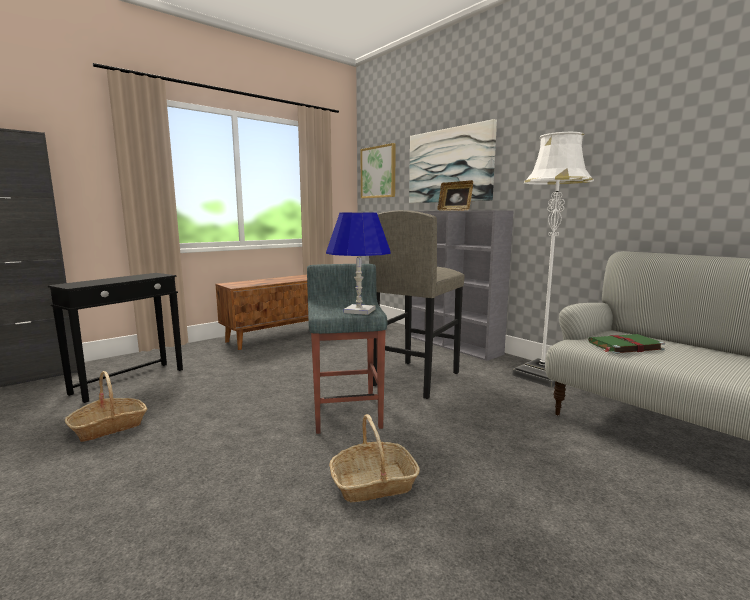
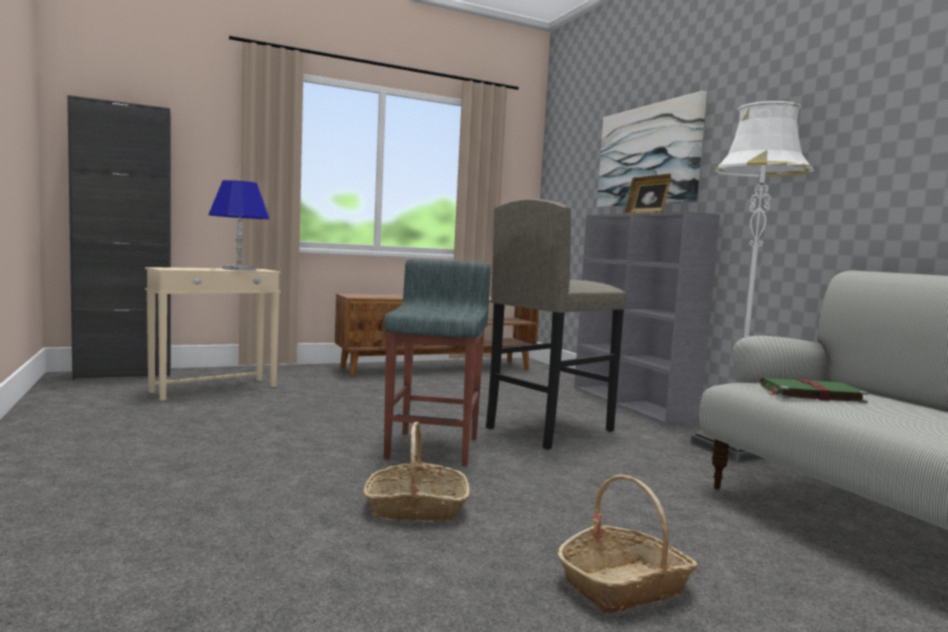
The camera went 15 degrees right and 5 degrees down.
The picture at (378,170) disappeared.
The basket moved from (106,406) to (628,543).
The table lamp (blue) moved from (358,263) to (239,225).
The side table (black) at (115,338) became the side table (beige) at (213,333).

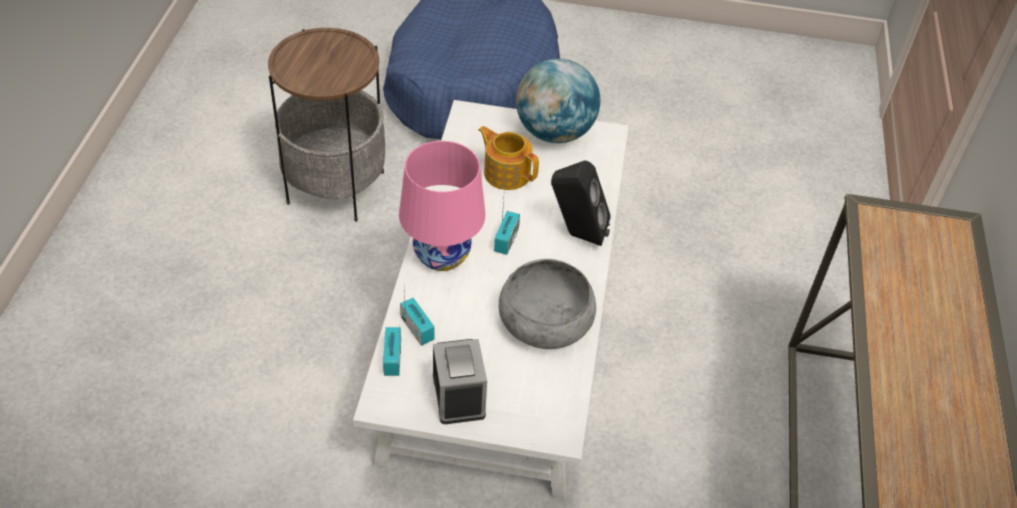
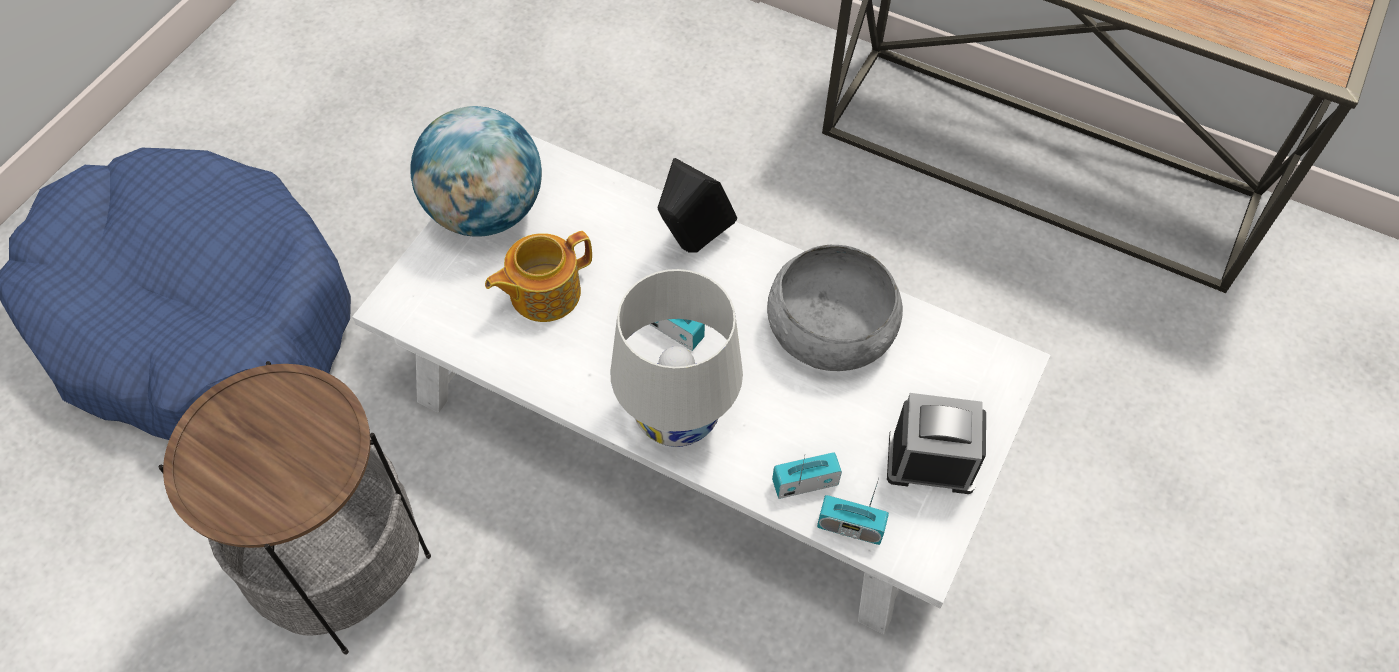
The camera went 70 degrees left and 10 degrees up.
The table lamp (pink) at (442,206) became the table lamp (white) at (676,358).

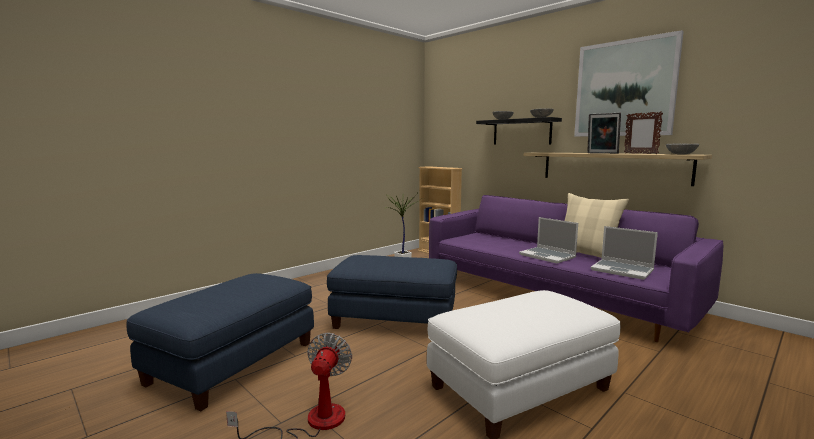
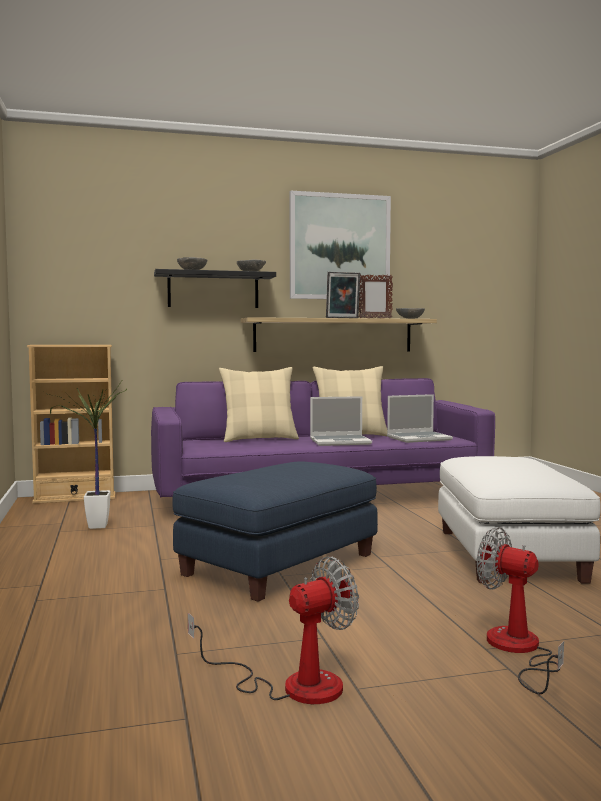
The camera went 60 degrees left and 5 degrees down.
The pillow (beige) at (259,404) appeared.
The ottoman (blue) at (220,342) was replaced by the fan at (273,630).

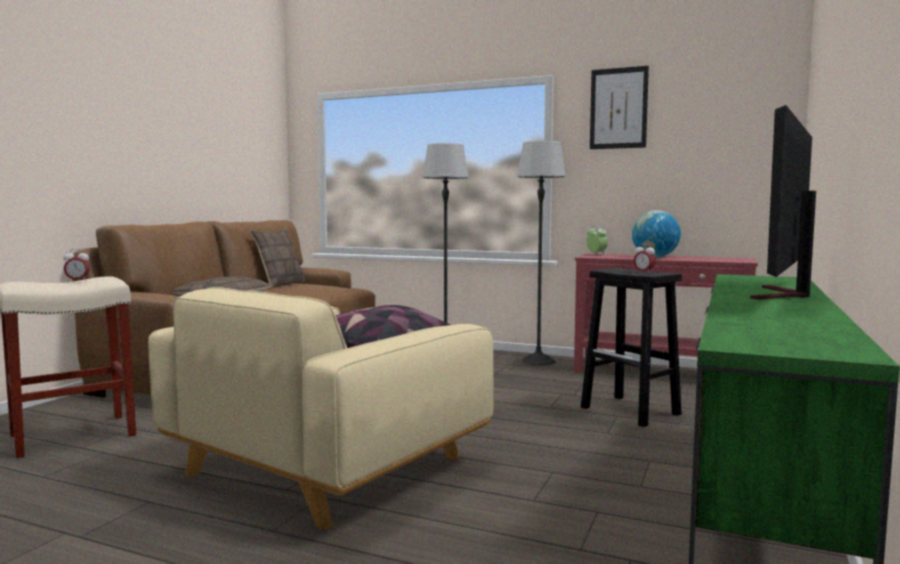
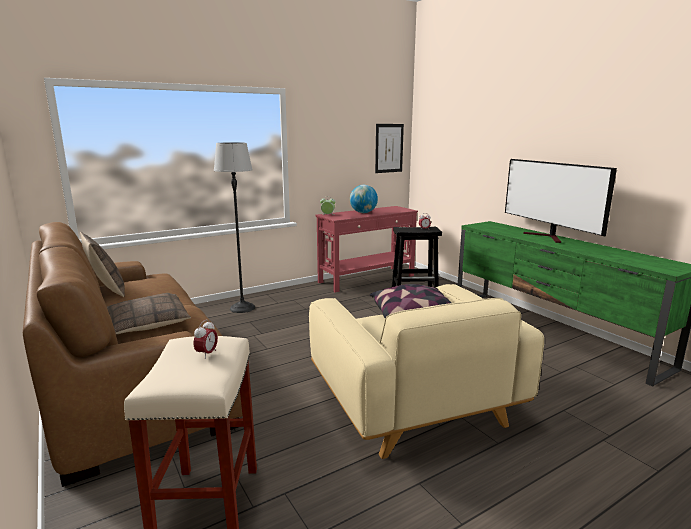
The camera went 55 degrees left and 10 degrees up.
The floor lamp at (541,253) disappeared.
The picture moved from (619,107) to (389,148).

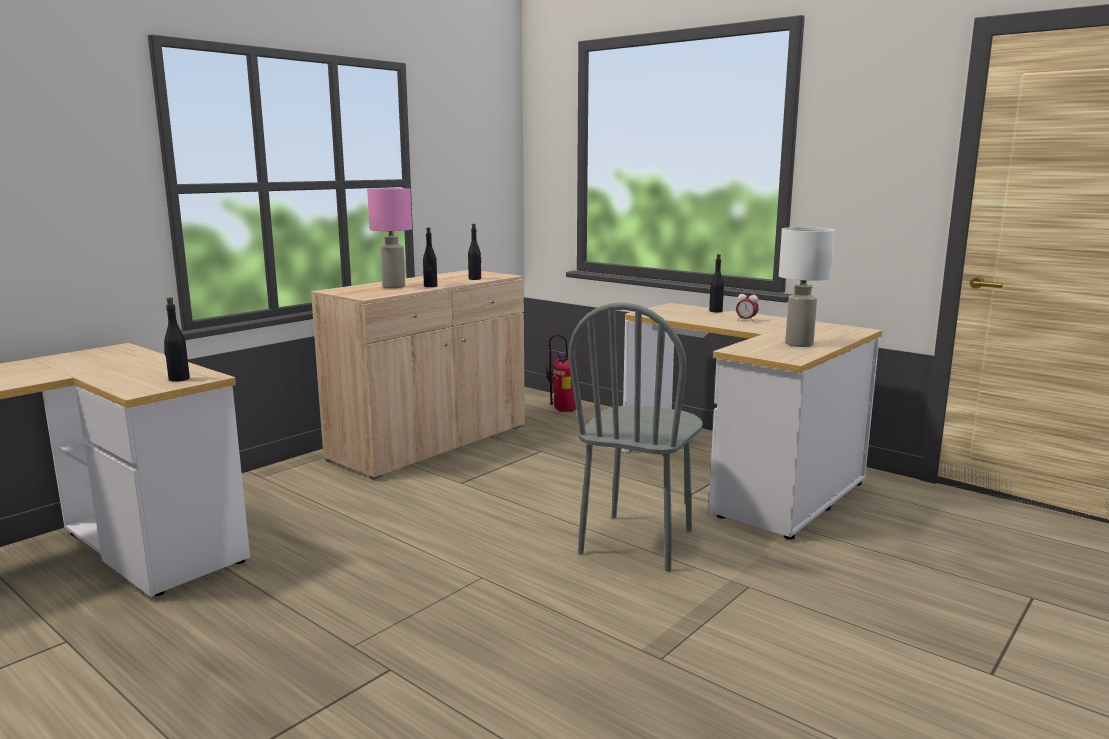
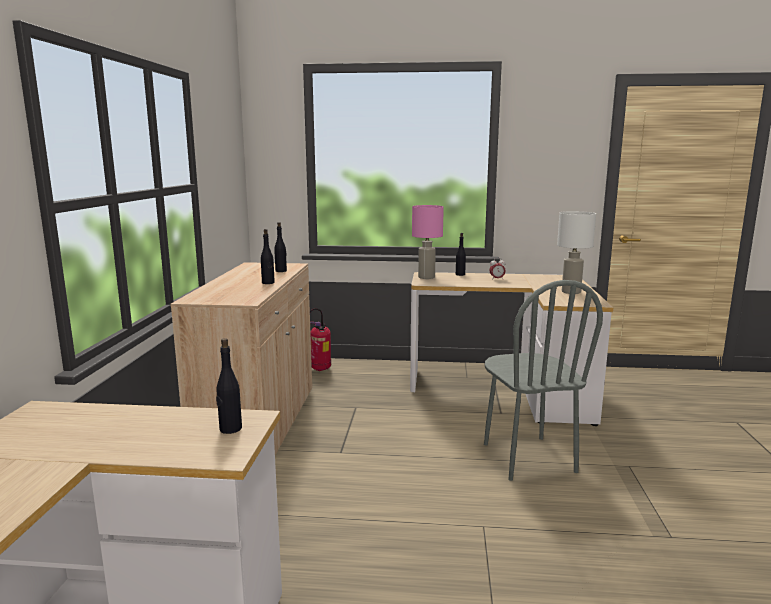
The camera went 35 degrees left and 0 degrees up.
The table lamp (pink) moved from (389,238) to (428,242).

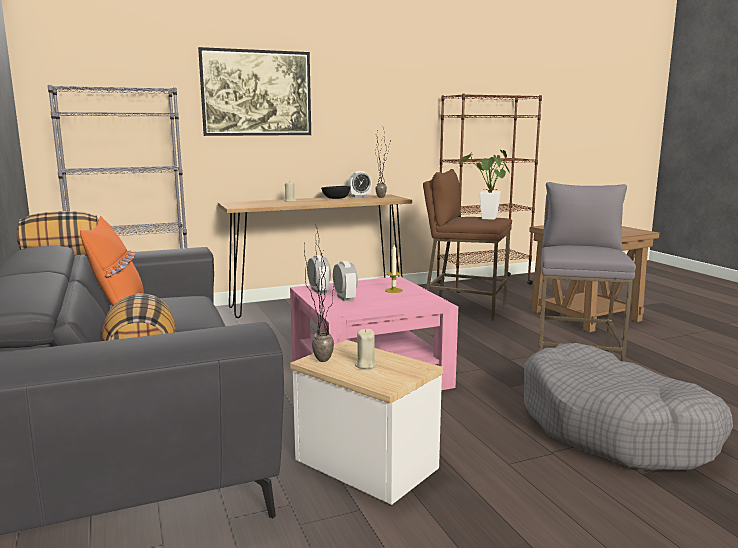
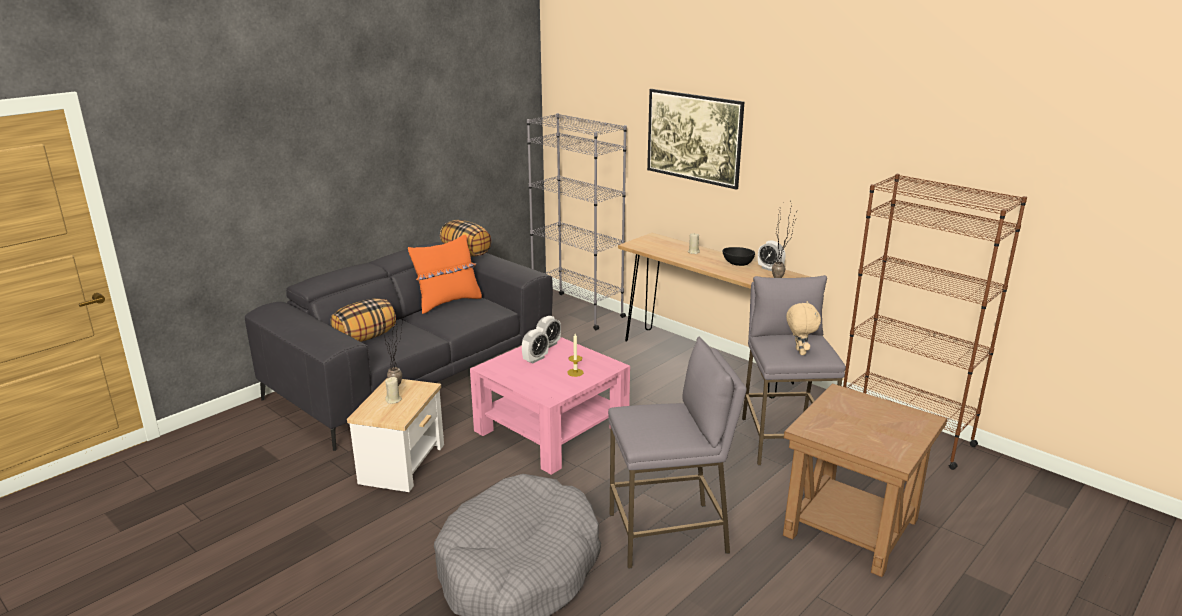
The camera went 65 degrees right and 10 degrees up.
The potted plant at (484,185) was replaced by the plush toy (beige) at (803,328).
The stool (brown) at (467,245) became the stool (grey) at (794,370).

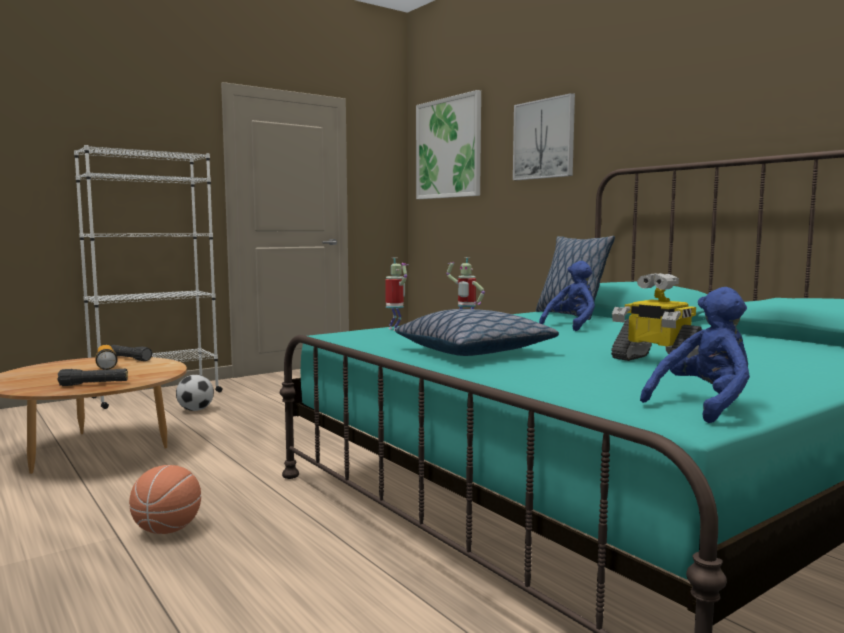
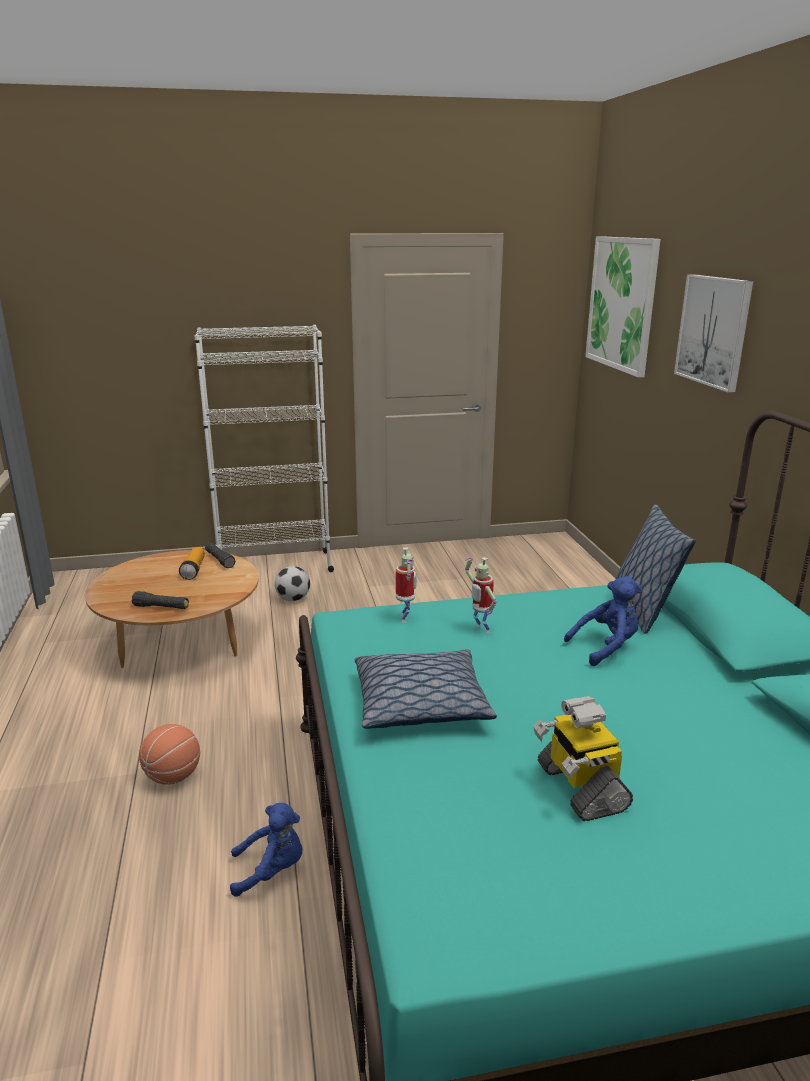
The camera went 25 degrees right and 15 degrees up.
The plush toy (blue) moved from (695,355) to (266,850).

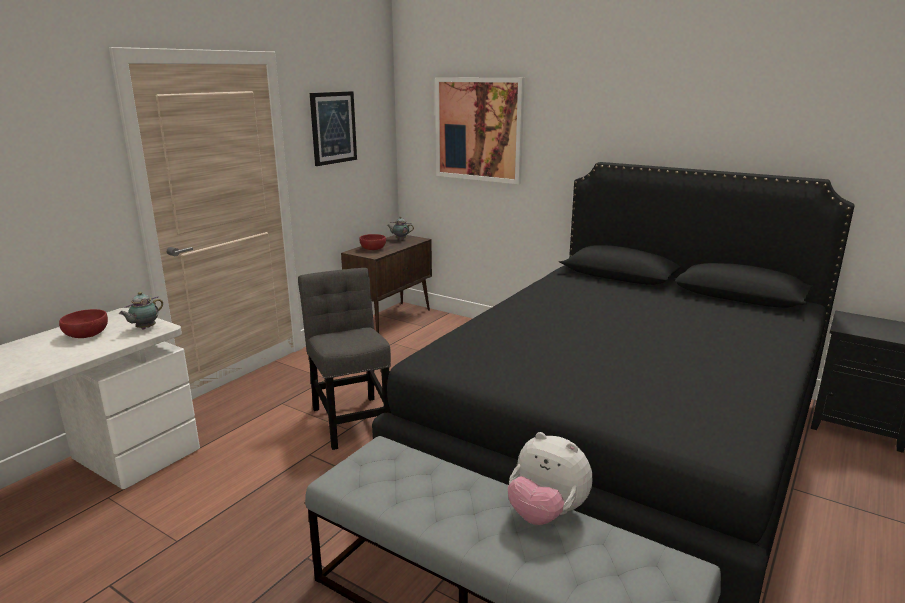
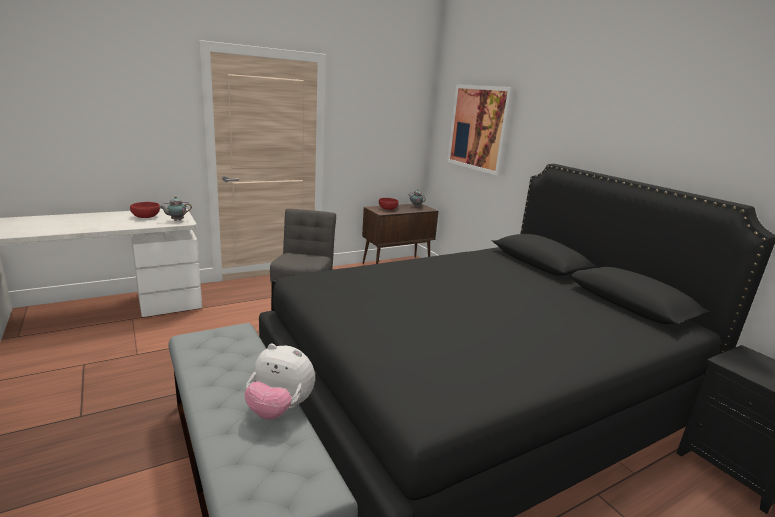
The camera went 25 degrees right and 0 degrees up.
The picture at (333,128) disappeared.
The plush toy at (549,478) turned 45 degrees counterclockwise.

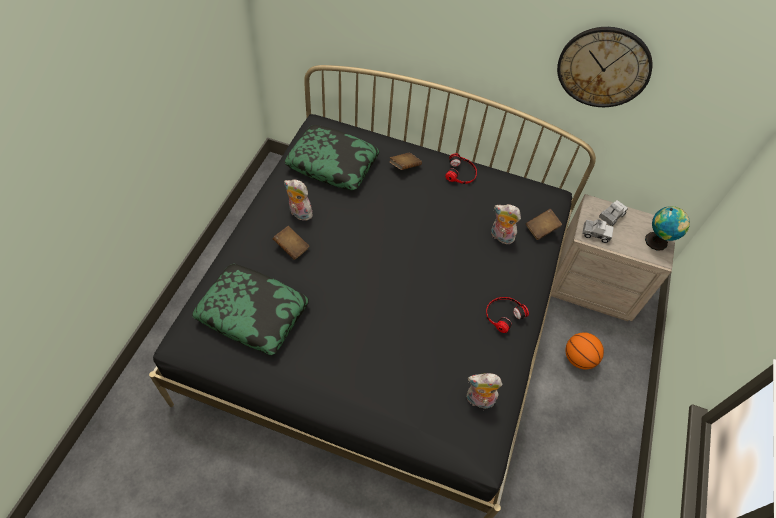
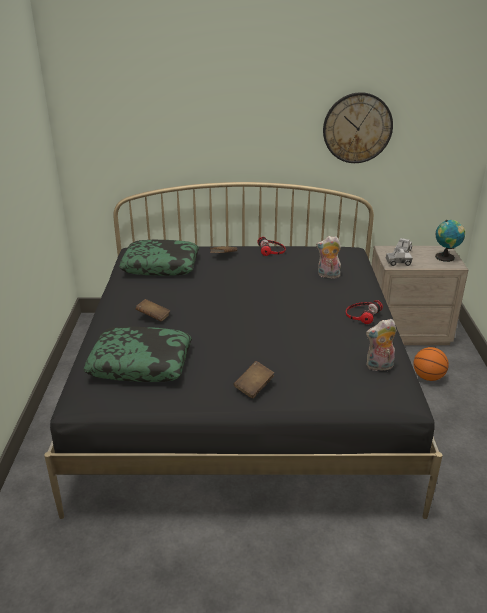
The camera went 15 degrees left and 25 degrees down.
The plush toy at (299,200) disappeared.
The book (brown) moved from (544,224) to (254,379).

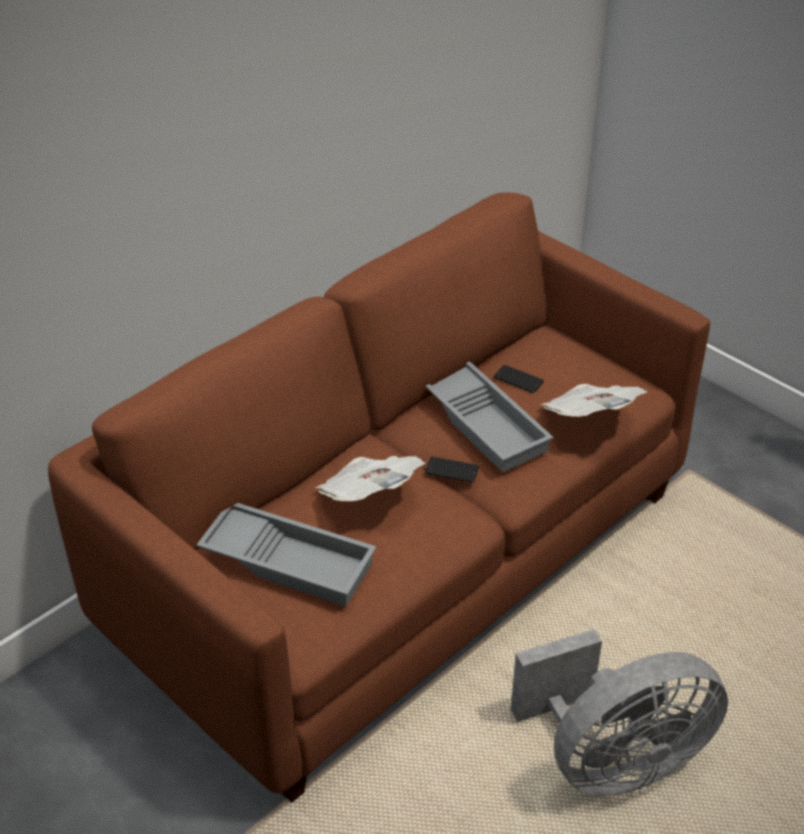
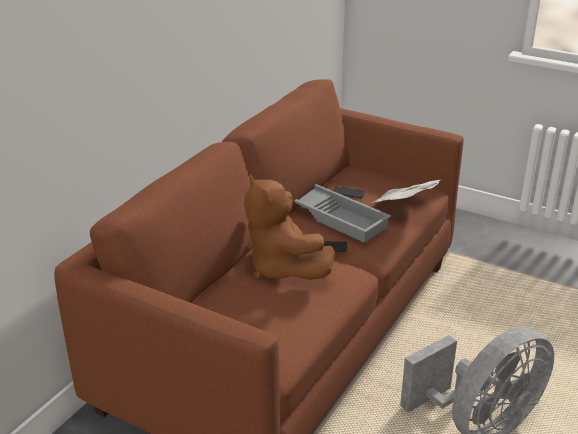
The camera went 15 degrees left and 10 degrees down.
The tray (grey) at (287,554) disappeared.
The newspaper at (370,478) was replaced by the plush toy (brown) at (289,227).

